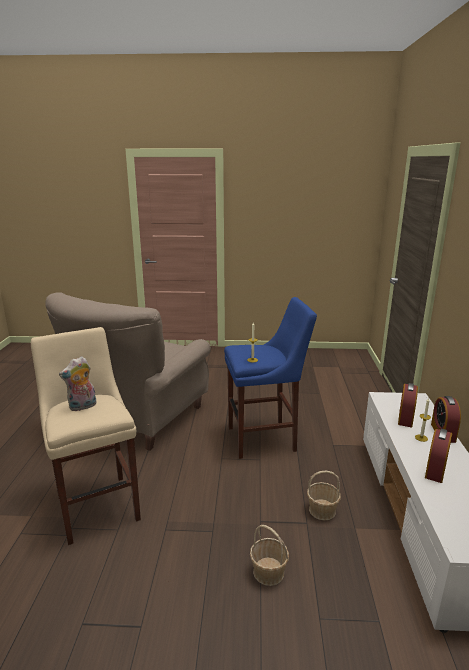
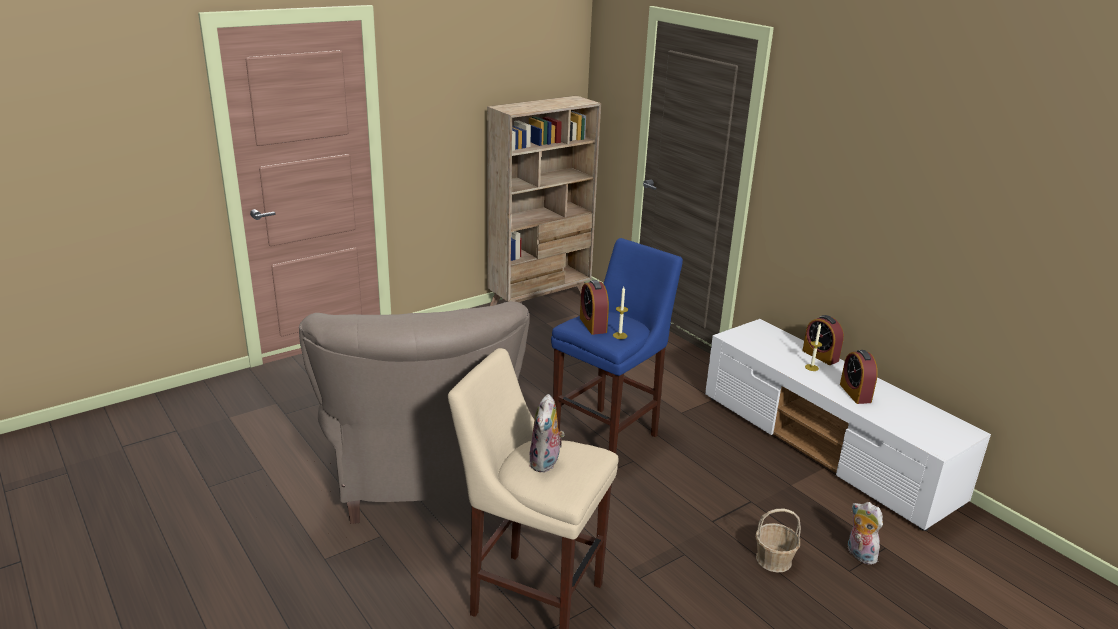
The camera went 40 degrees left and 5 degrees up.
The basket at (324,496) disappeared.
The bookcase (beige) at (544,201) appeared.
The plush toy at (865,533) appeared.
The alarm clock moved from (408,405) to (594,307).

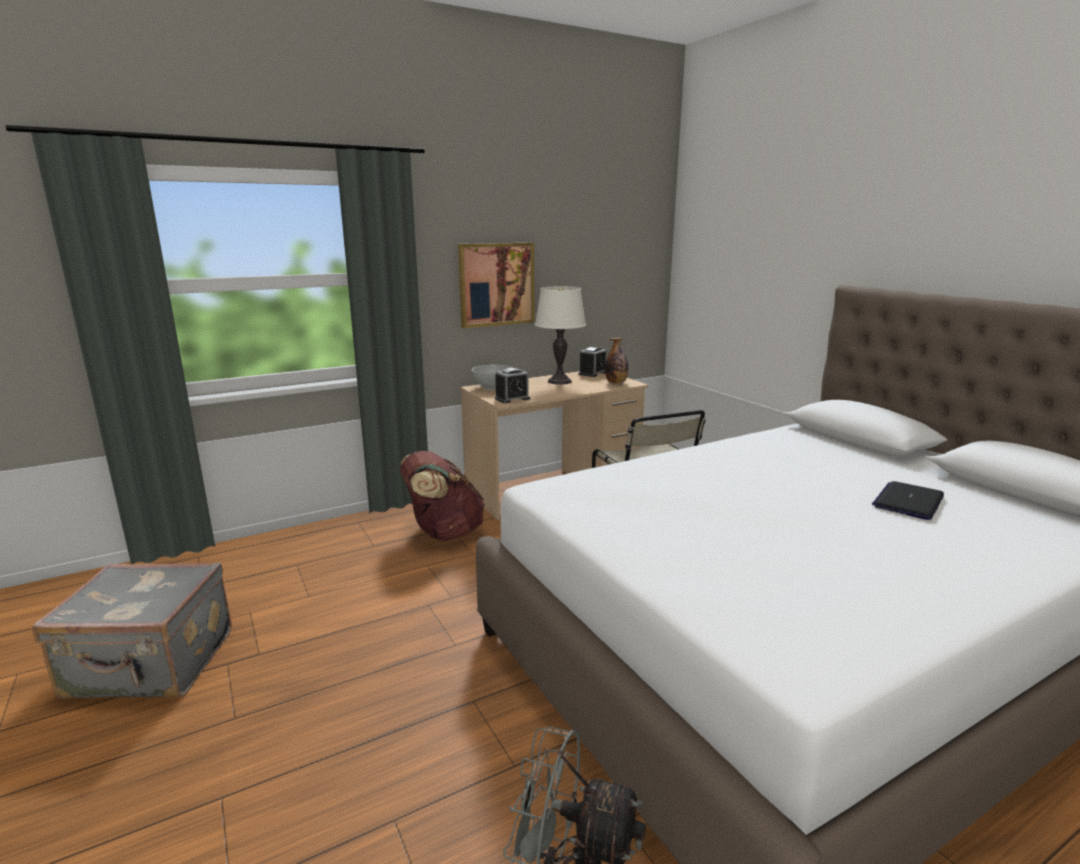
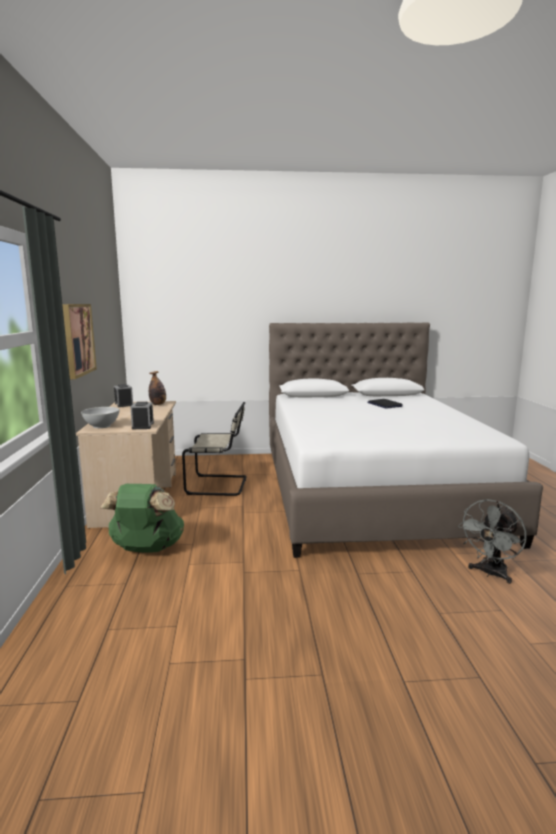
The camera went 65 degrees left and 5 degrees down.
The suitcase (grey) at (132,630) disappeared.
The table lamp (white) at (560,335) disappeared.
The backpack (brown) at (442,496) became the backpack (green) at (142,518).

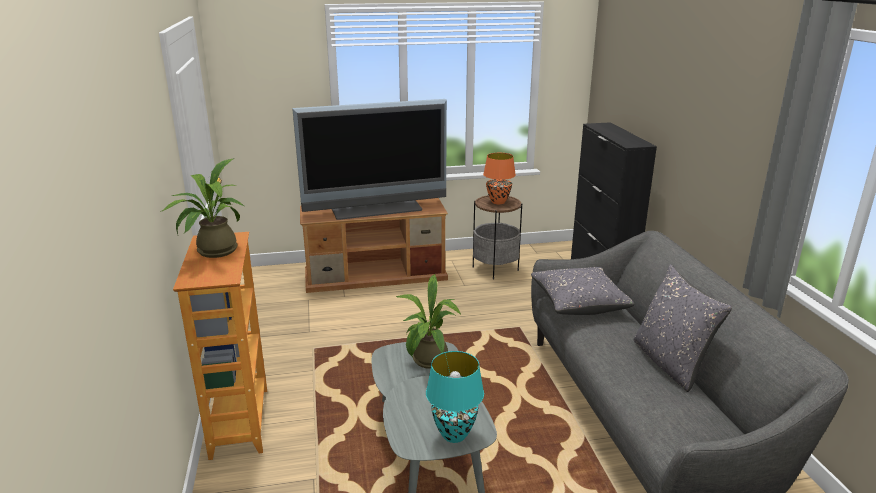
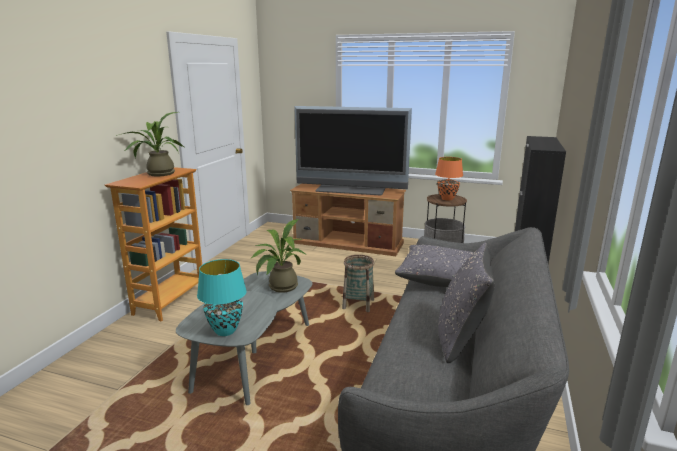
The camera went 30 degrees right and 5 degrees down.
The basket at (358,283) appeared.

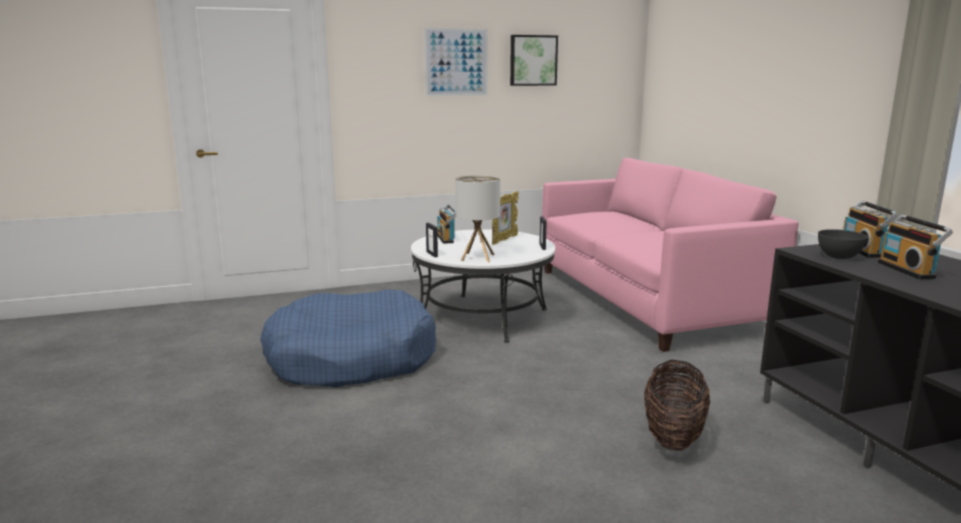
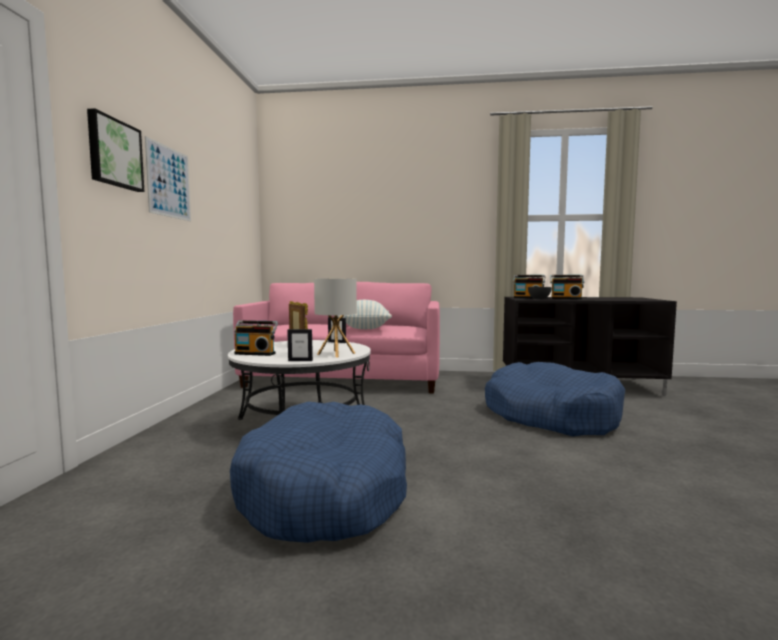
The camera went 65 degrees left and 10 degrees down.
The pillow at (365,314) appeared.
The picture moved from (534,60) to (116,150).
The basket at (677,405) was replaced by the dog bed (blue) at (555,399).

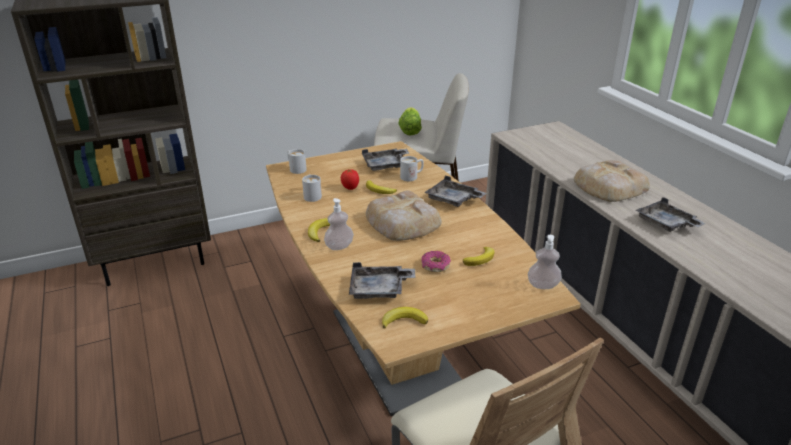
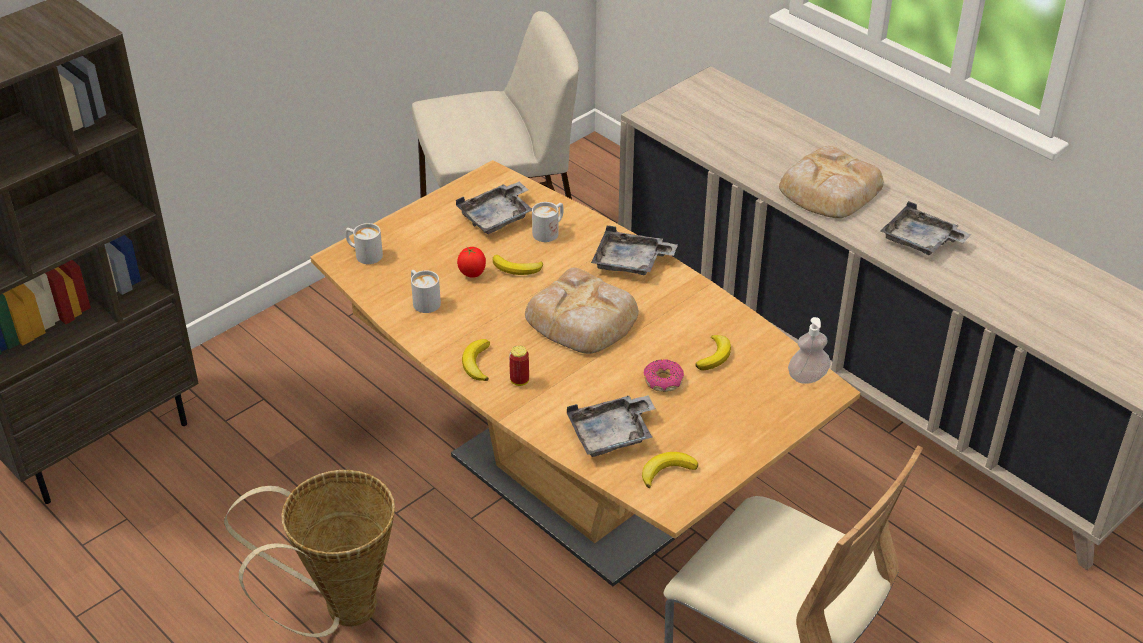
The camera went 20 degrees left and 10 degrees up.
The lettuce at (410,121) disappeared.
The basket at (309,554) appeared.
The soap dispenser at (339,224) was replaced by the can at (519,366).

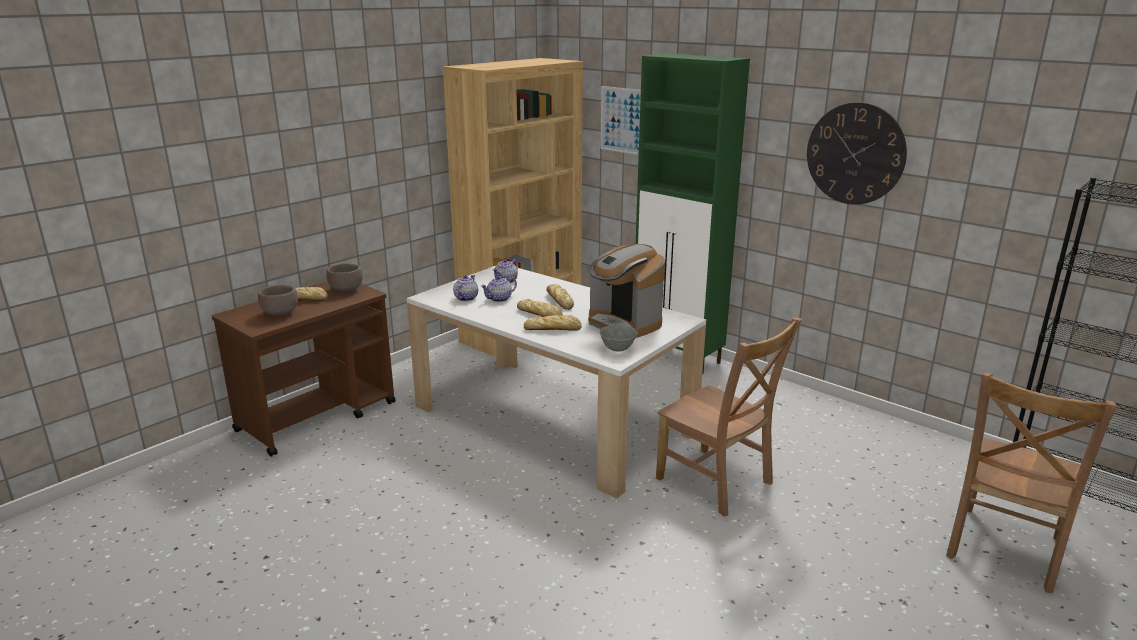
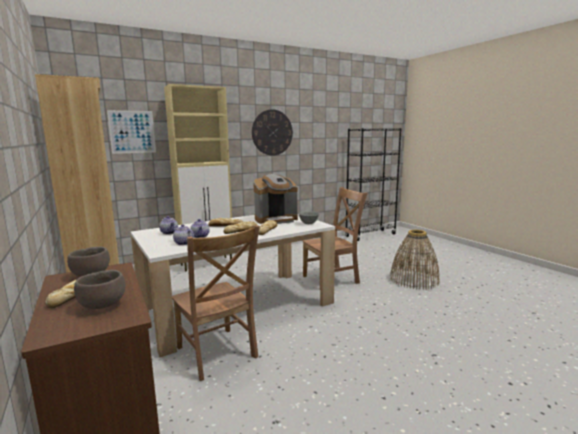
The camera went 70 degrees left and 10 degrees down.
The basket at (415,259) appeared.
The chair (brown) moved from (1031,482) to (216,303).
The cabinet (green) at (693,213) became the cabinet (beige) at (198,178).

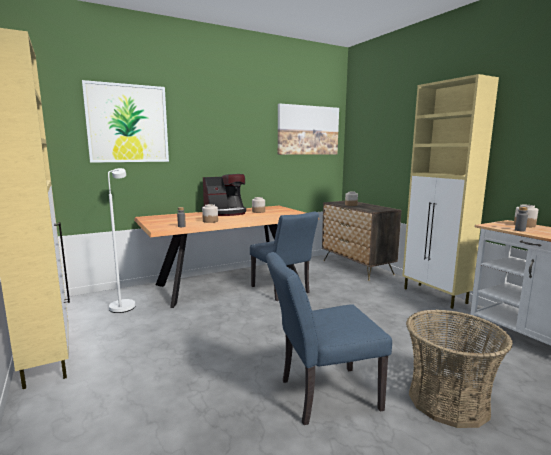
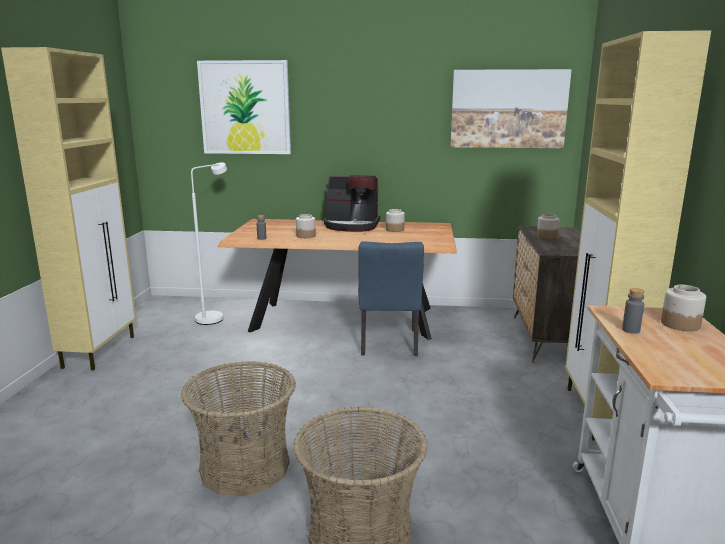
The camera went 35 degrees right and 5 degrees up.
The chair (blue) at (329,338) was replaced by the basket at (238,428).

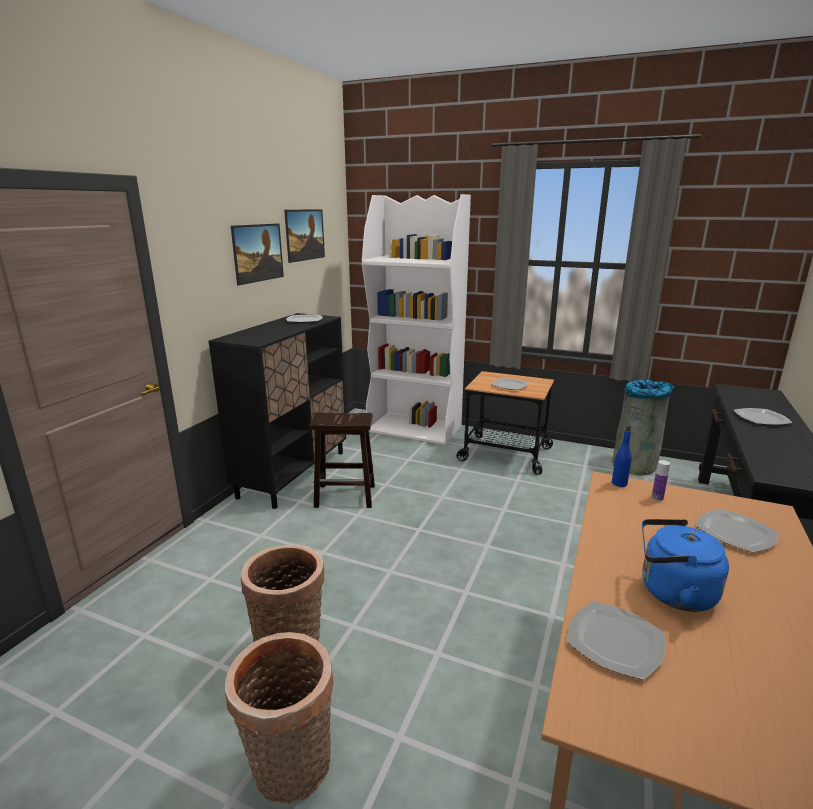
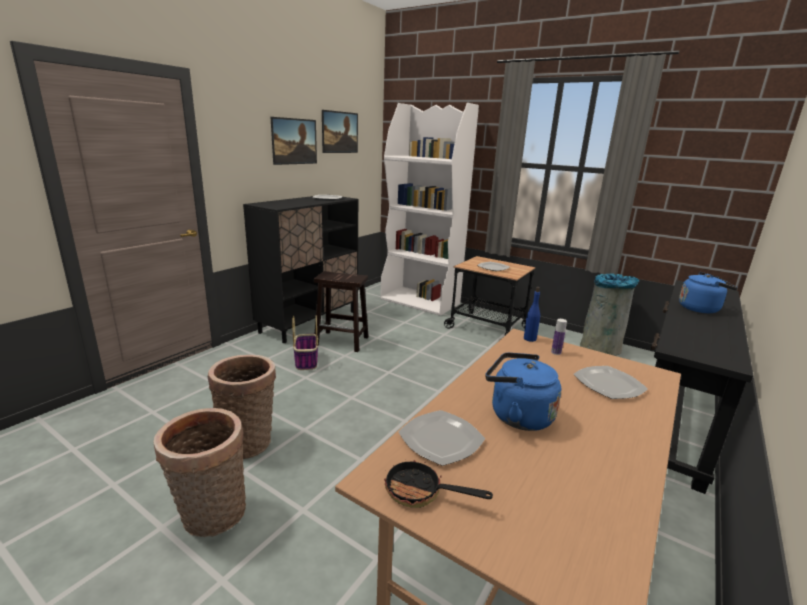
The camera went 10 degrees right and 0 degrees up.
The basket at (305,342) appeared.
The frying pan at (438,483) appeared.
The plate at (763,416) was replaced by the kettle (blue) at (708,292).

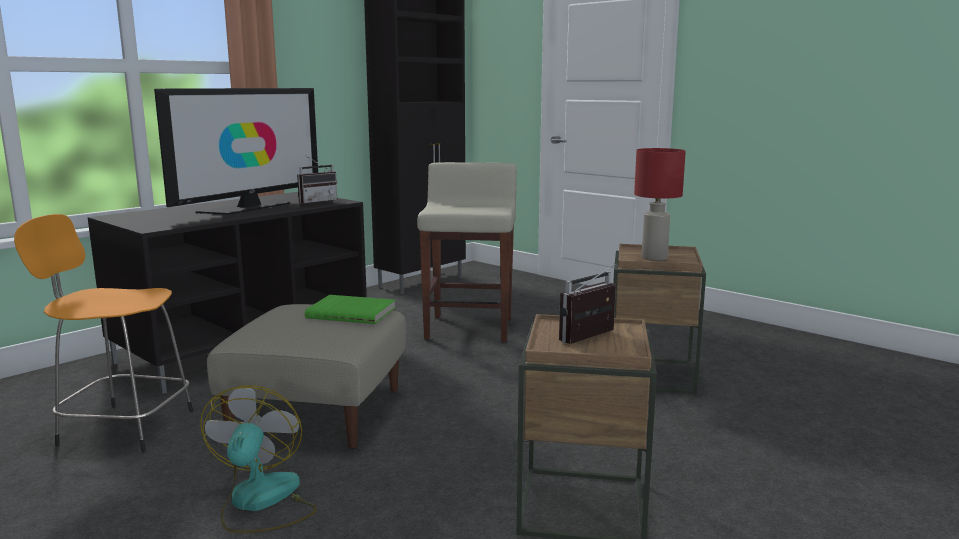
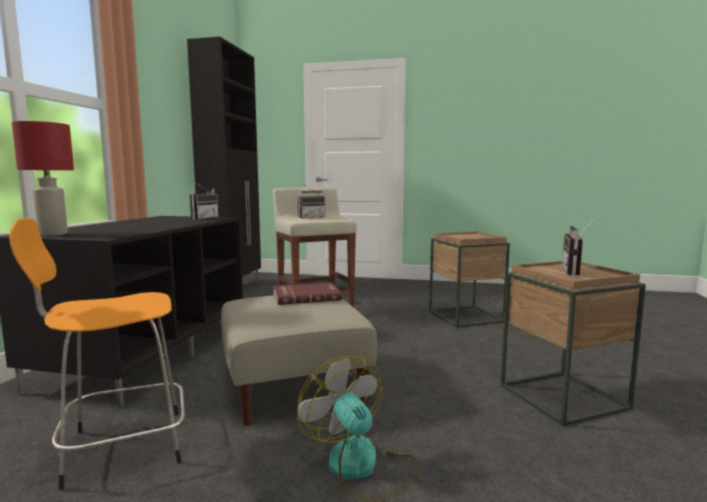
The camera went 30 degrees left and 5 degrees down.
The television at (236,151) disappeared.
The radio at (312,202) appeared.
The table lamp (red) moved from (660,204) to (43,178).
The book (green) at (350,309) became the book (red) at (307,294).

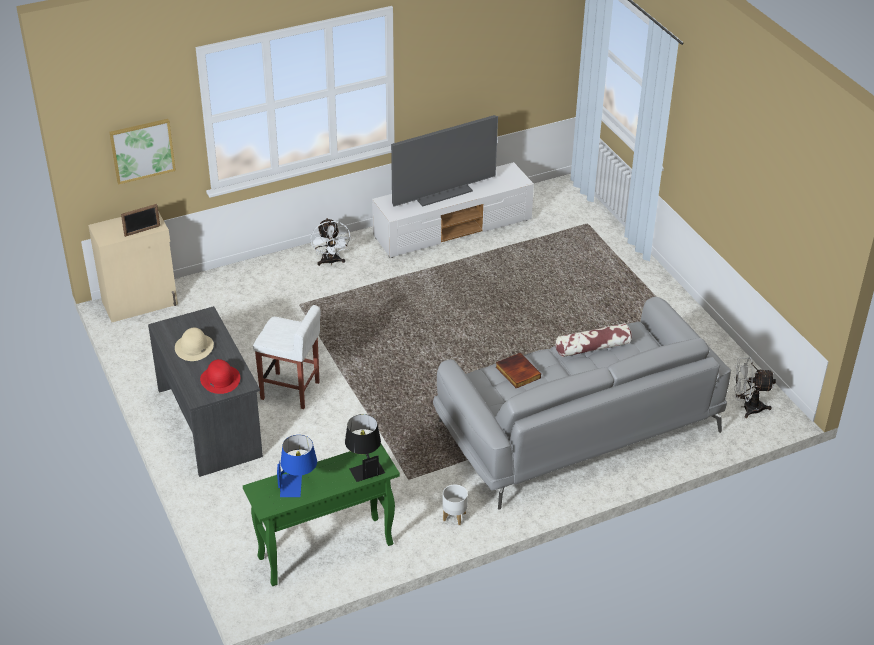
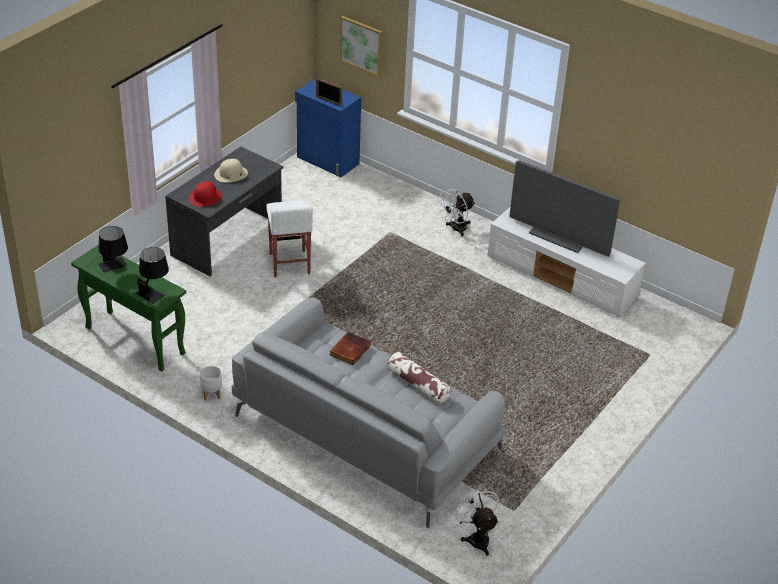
The camera went 60 degrees right and 0 degrees up.
The cabinet (beige) at (133,266) became the cabinet (blue) at (328,127).
The table lamp (blue) at (297,466) became the table lamp (black) at (113,249).

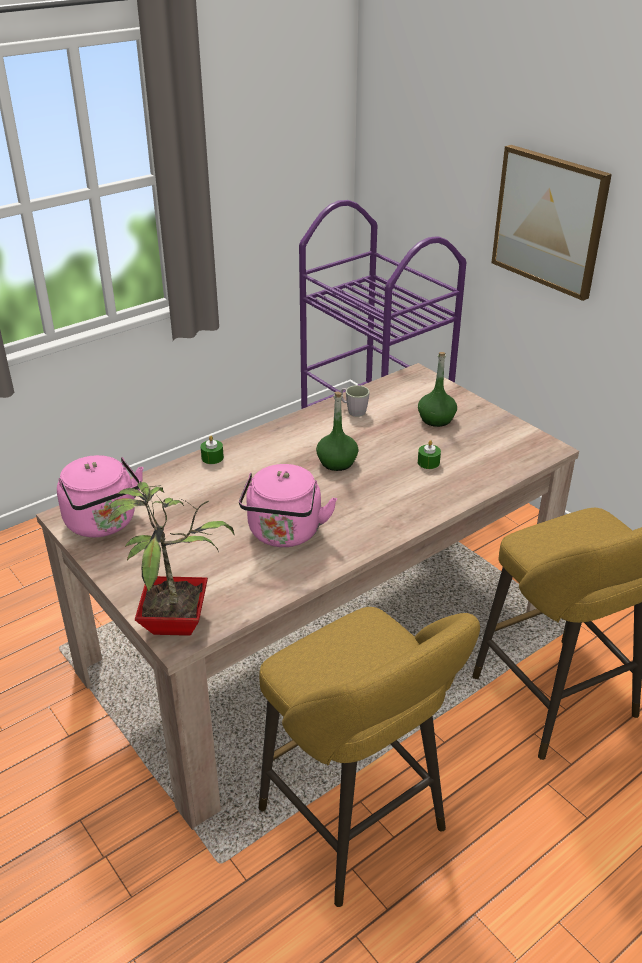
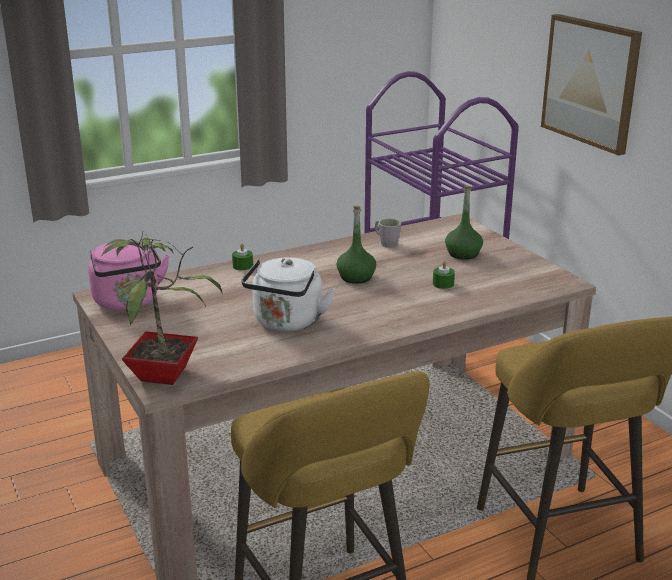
The camera went 10 degrees right and 10 degrees down.
The kettle (pink) at (288,505) became the kettle (white) at (288,294).

